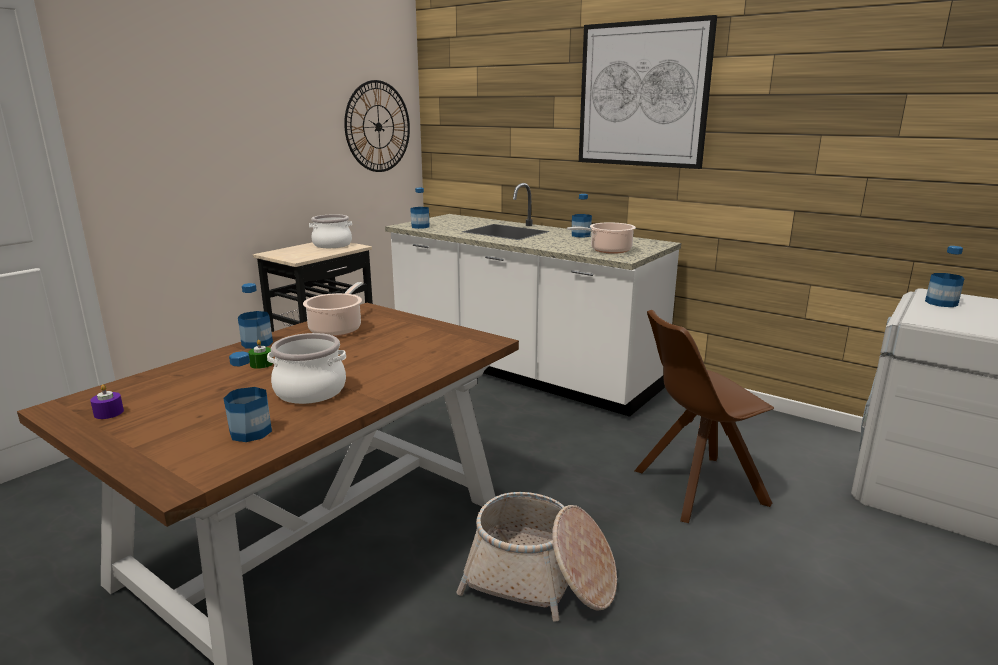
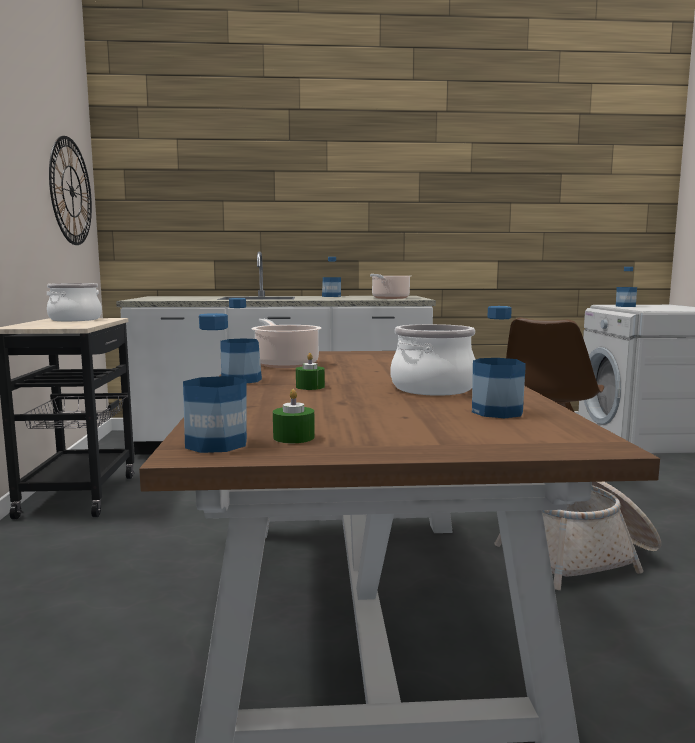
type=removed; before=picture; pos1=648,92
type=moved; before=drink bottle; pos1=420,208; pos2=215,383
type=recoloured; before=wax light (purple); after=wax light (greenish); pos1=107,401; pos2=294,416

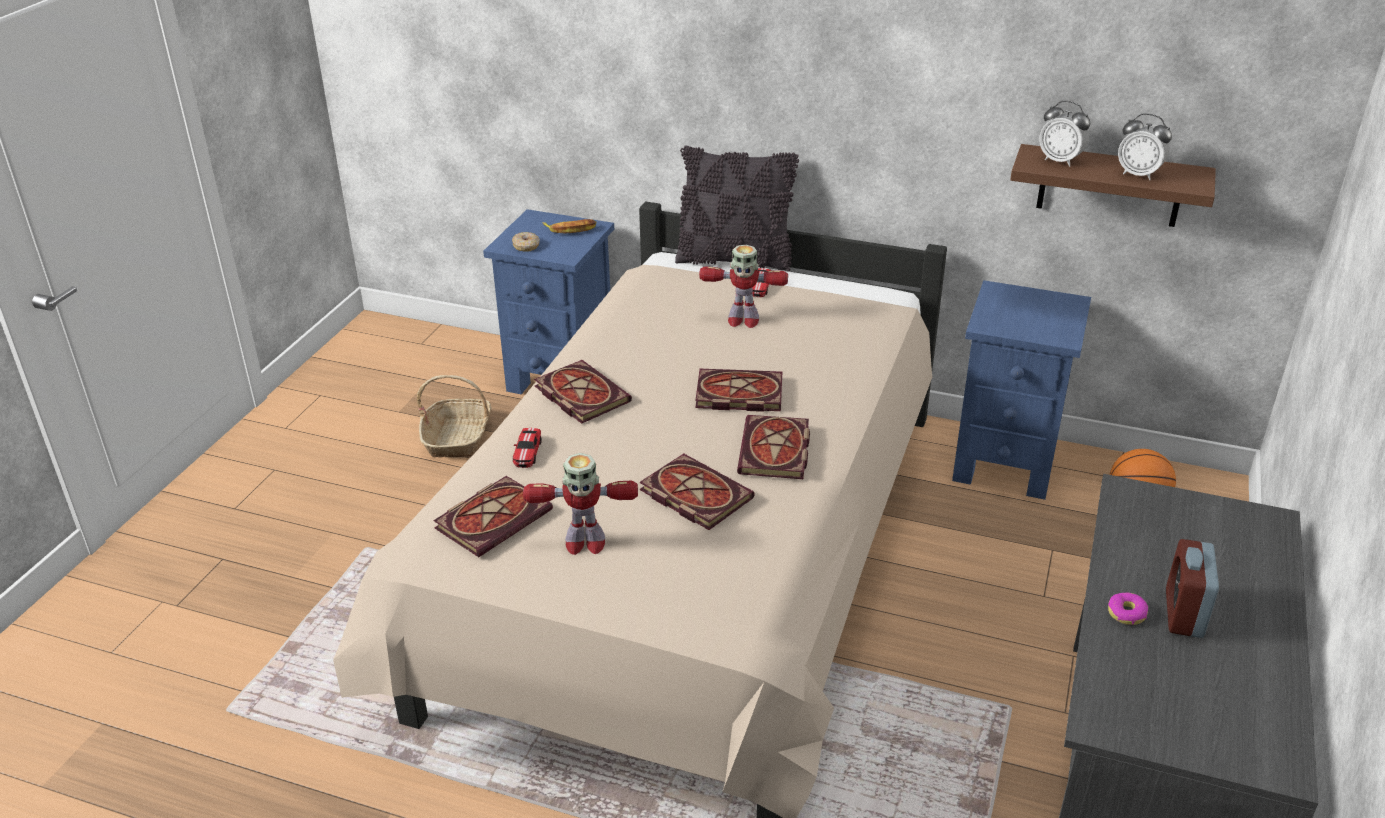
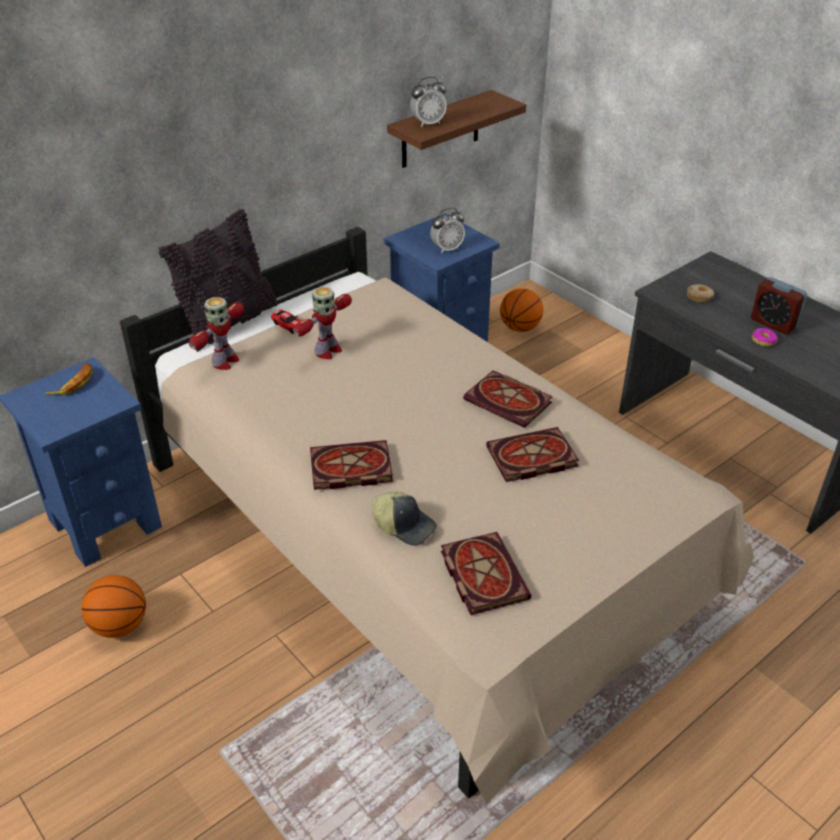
type=moved; before=table clock; pos1=1145,146; pos2=447,231
type=moved; before=ring doughnut; pos1=526,242; pos2=700,293
type=removed; before=bound book; pos1=738,390
type=replaced; before=basket; after=basketball ball; pos1=454,416; pos2=114,606
type=replaced; before=model car; after=peaked cap; pos1=527,448; pos2=404,519
type=moved; before=model robot; pos1=580,504; pos2=216,333

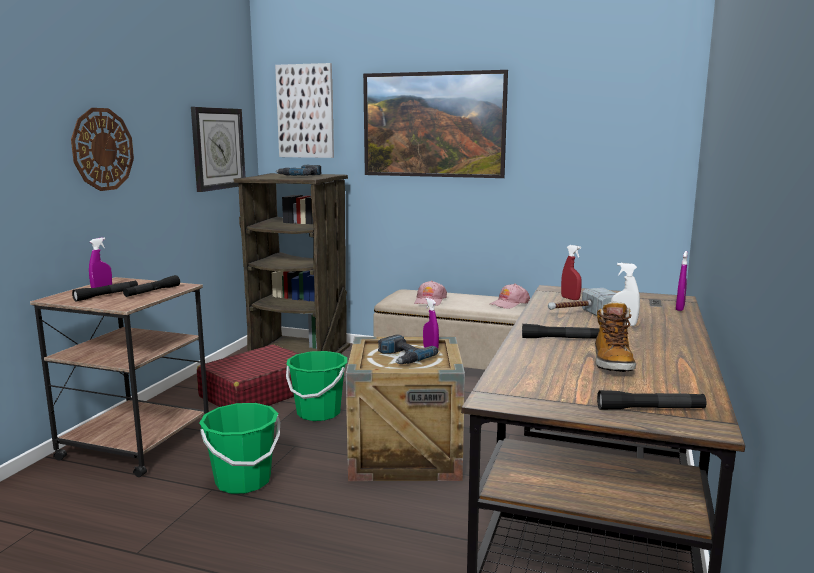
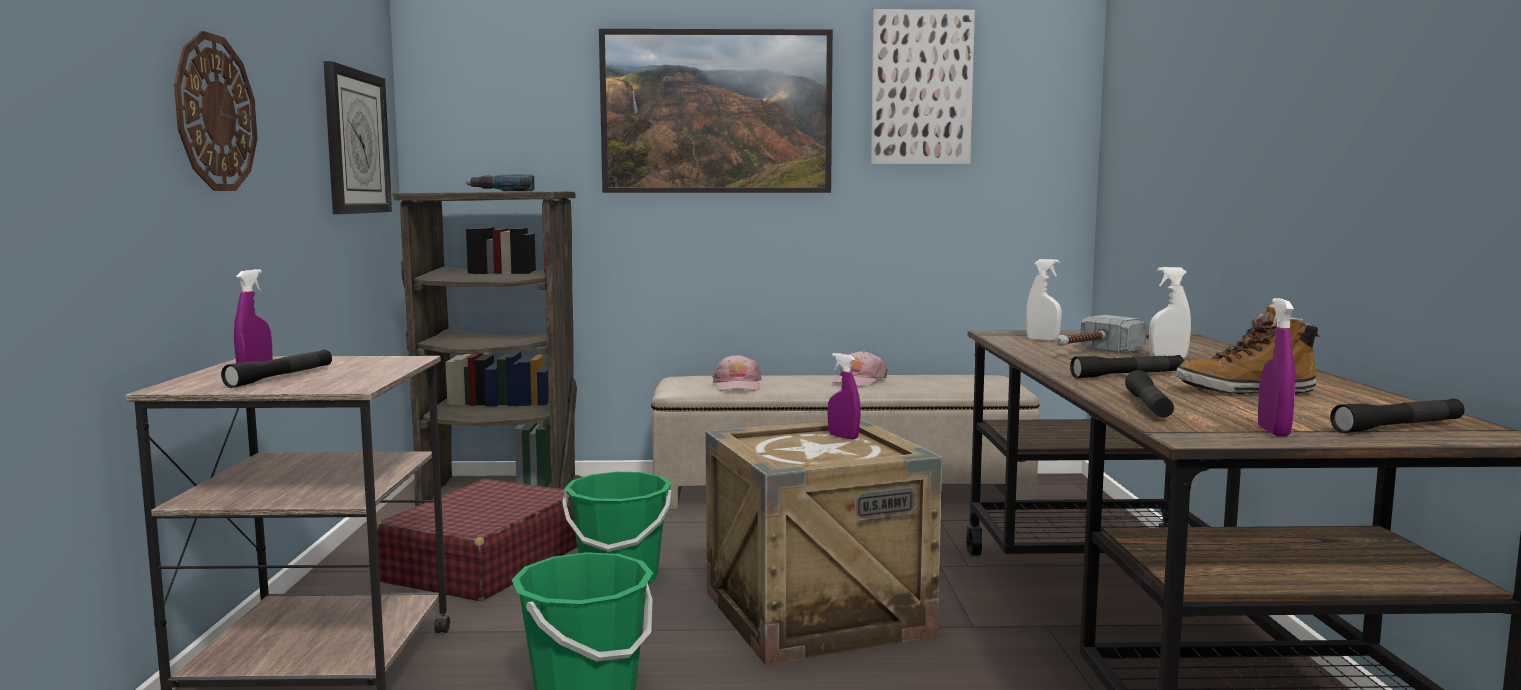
type=moved; before=picture; pos1=304,110; pos2=923,86
type=recoloured; before=sprayer (red-coloured); after=sprayer (whitish); pos1=571,272; pos2=1044,300
type=moved; before=sprayer (purple); pos1=682,281; pos2=1276,367
type=moved; before=torch (black); pos1=151,286; pos2=1149,394
type=turned; before=boot; pos1=615,336; pos2=1248,348; turn=105
type=removed; before=electric drill; pos1=408,349

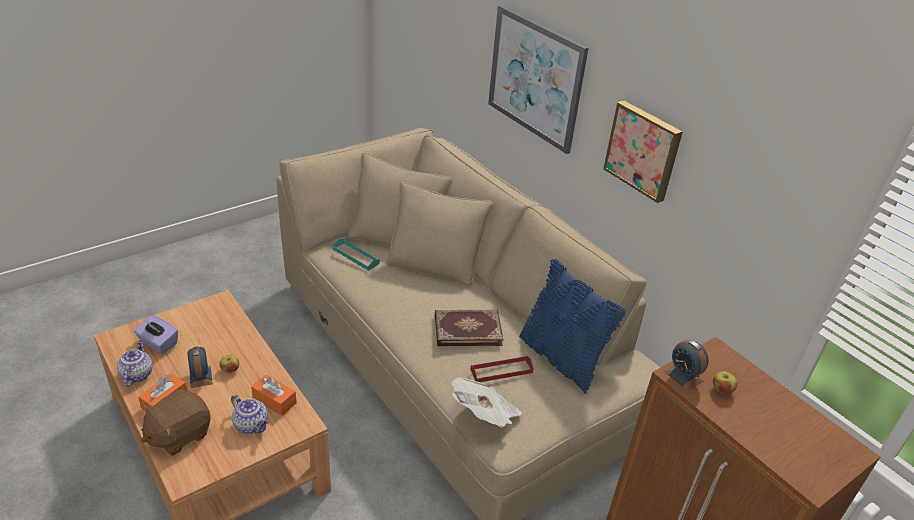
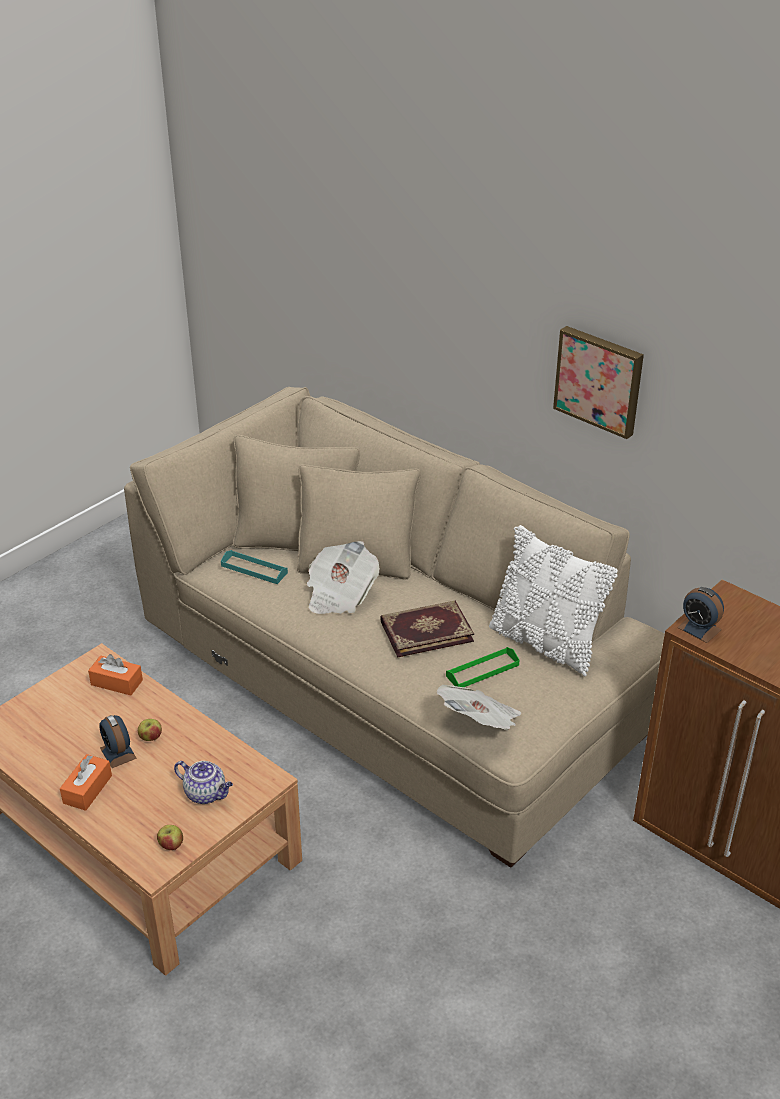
type=removed; before=picture; pos1=538,79
type=recoloured; before=throw pillow (blue); after=throw pillow (whitish); pos1=572,326; pos2=553,600
type=removed; before=tissue holder (purple); pos1=156,334
type=removed; before=teapot; pos1=135,363
type=recoloured; before=serving tray (red-coloured); after=serving tray (greenish); pos1=502,369; pos2=482,667
type=moved; before=apple fruit; pos1=725,383; pos2=170,837
type=moved; before=tissue holder (orange); pos1=274,395; pos2=115,674
type=removed; before=cuddly toy (brown); pos1=176,423
type=added; after=printed paper; pos2=343,577

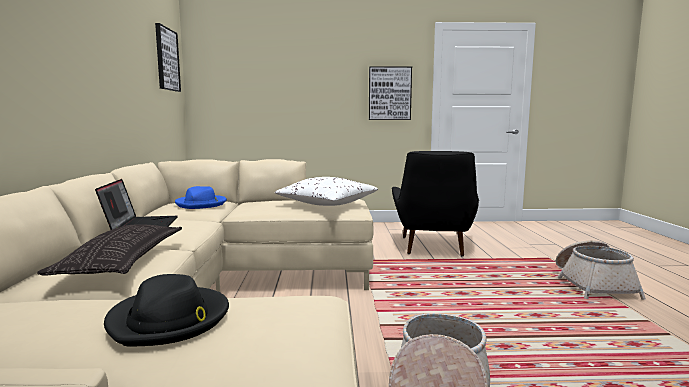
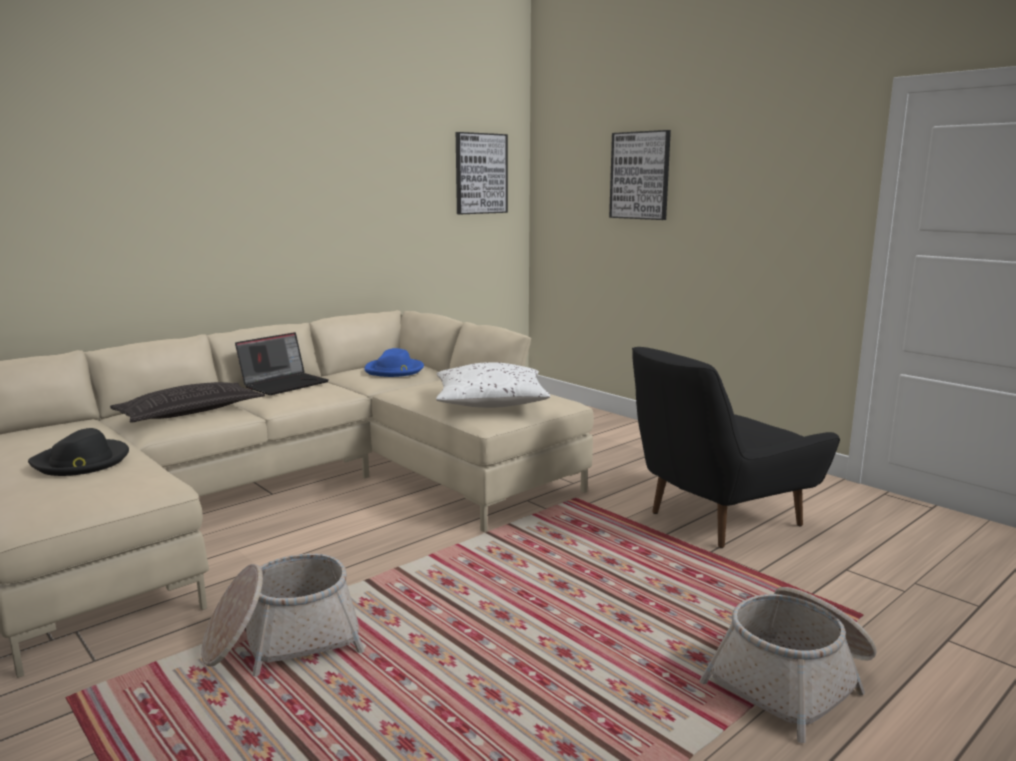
type=moved; before=picture; pos1=390,93; pos2=640,175

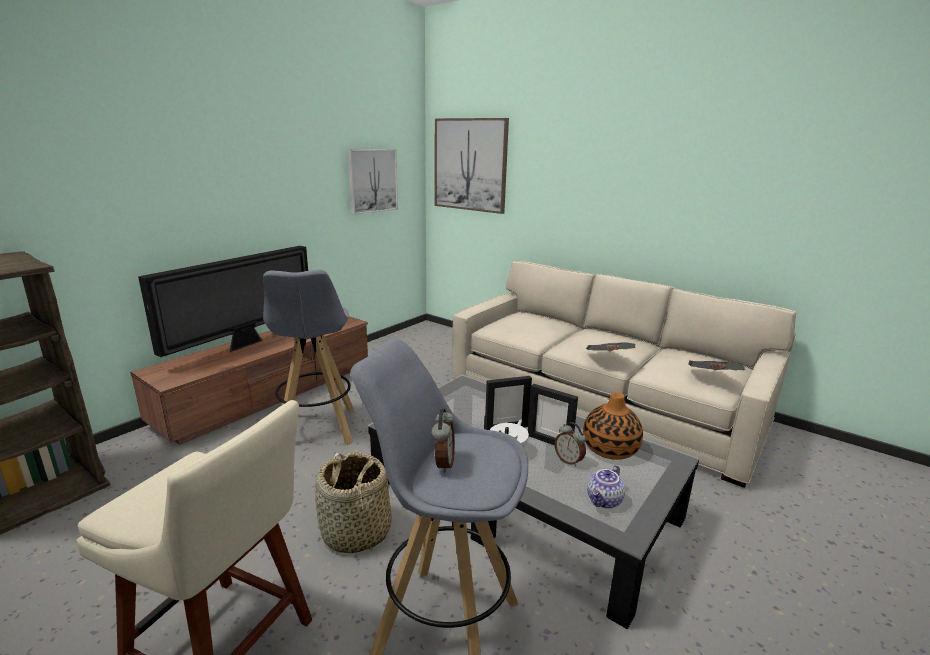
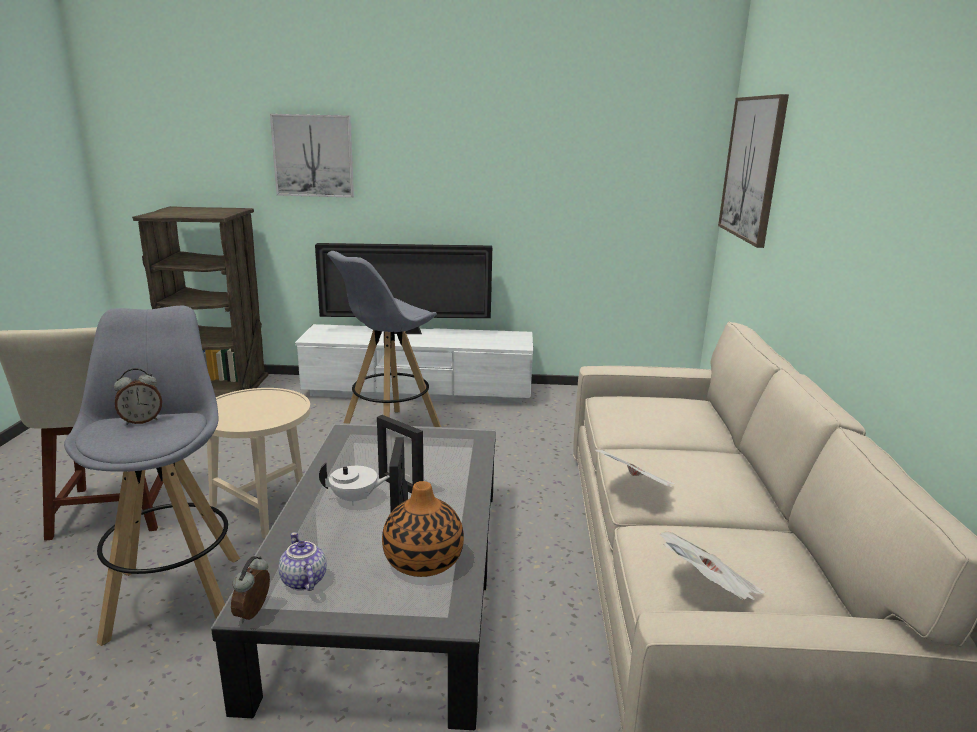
type=moved; before=picture; pos1=373,182; pos2=312,156
type=recoloured; before=media console (brown); after=media console (whitish); pos1=249,380; pos2=414,364
type=moved; before=table clock; pos1=570,444; pos2=250,589
type=replaced; before=basket; after=end table (beige-coloured); pos1=353,502; pos2=259,463
type=turned; before=teapot; pos1=606,487; pos2=303,561; turn=60

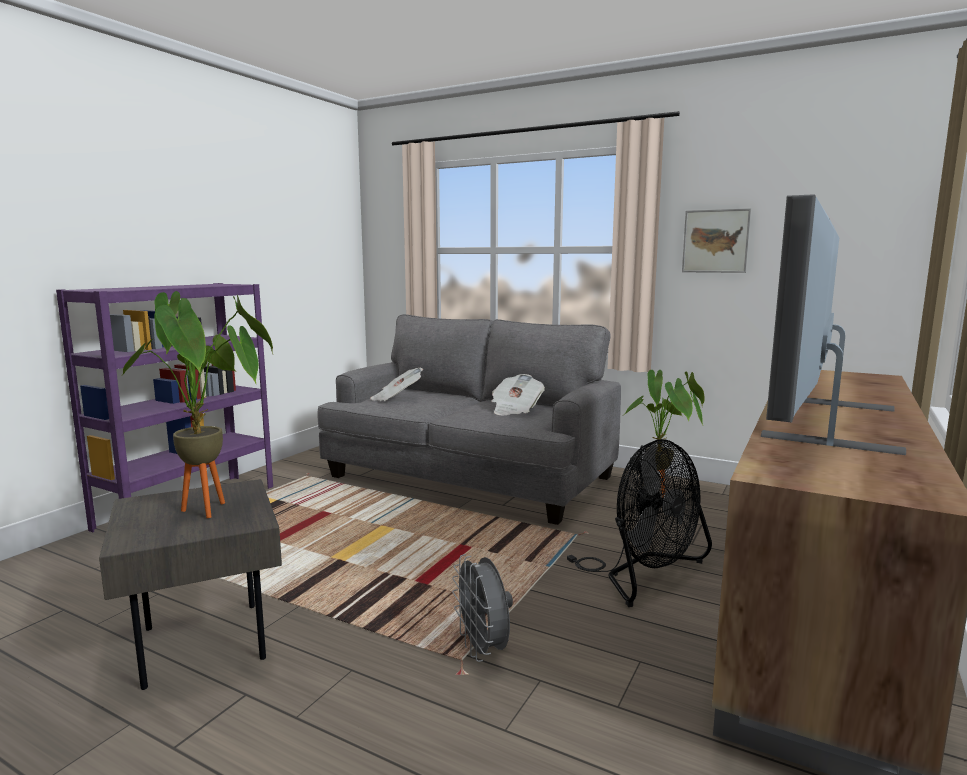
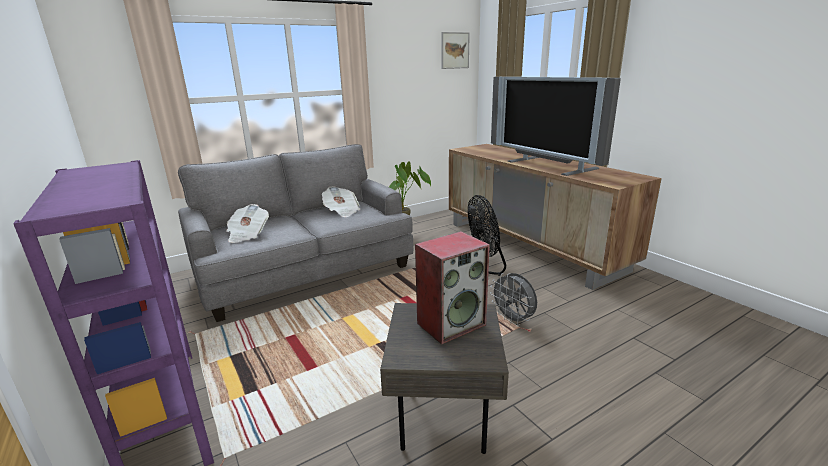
type=moved; before=picture; pos1=716,240; pos2=456,50
type=replaced; before=potted plant; after=audio speaker; pos1=198,404; pos2=452,287
type=turned; before=electric fan (grey); pos1=482,608; pos2=513,299; turn=45

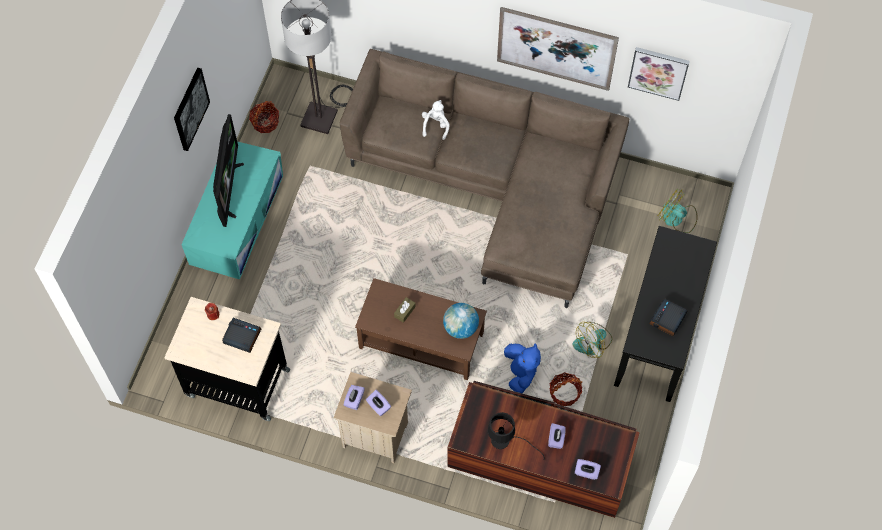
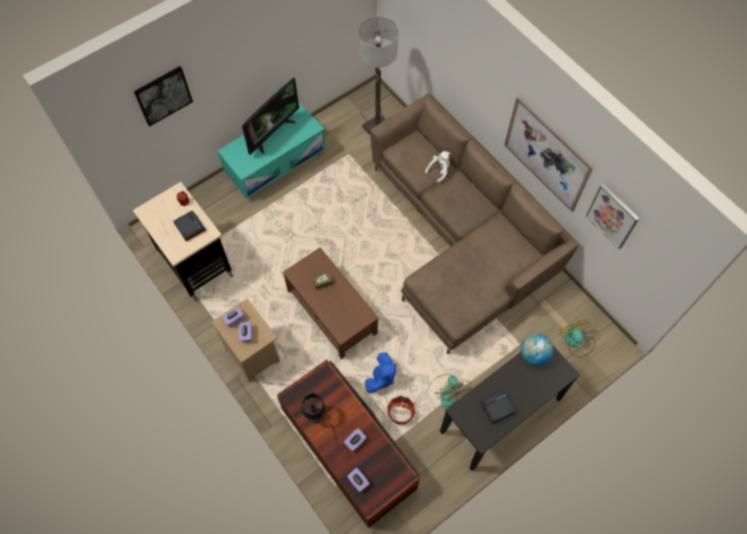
type=moved; before=picture; pos1=192,109; pos2=163,96
type=removed; before=basket; pos1=264,117
type=moved; before=desk globe; pos1=461,321; pos2=537,350
type=turned; before=electric fan; pos1=592,340; pos2=450,390; turn=-105

